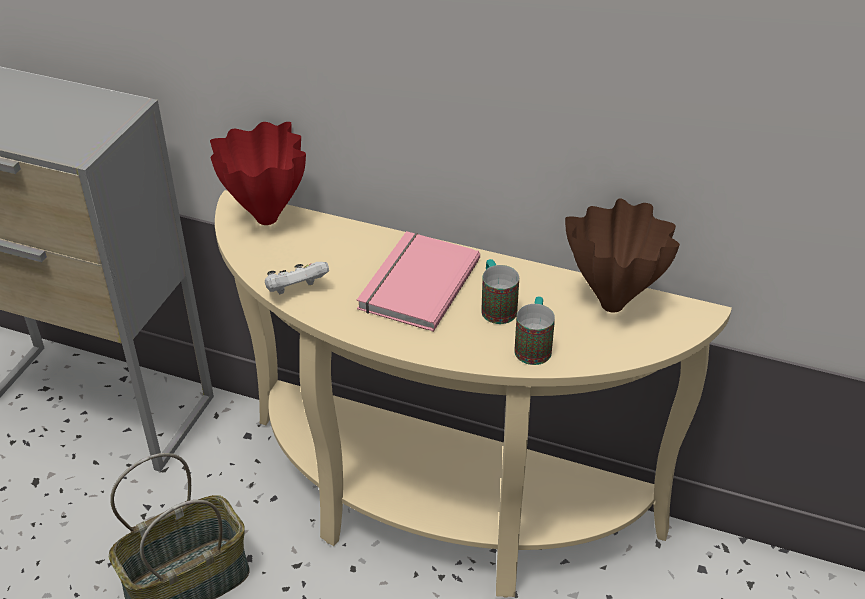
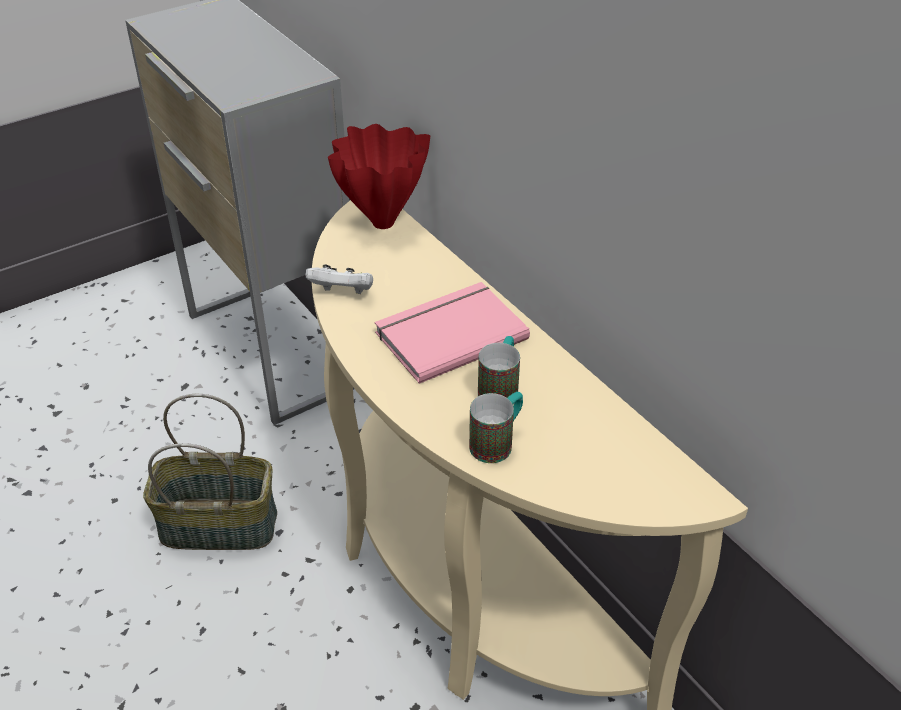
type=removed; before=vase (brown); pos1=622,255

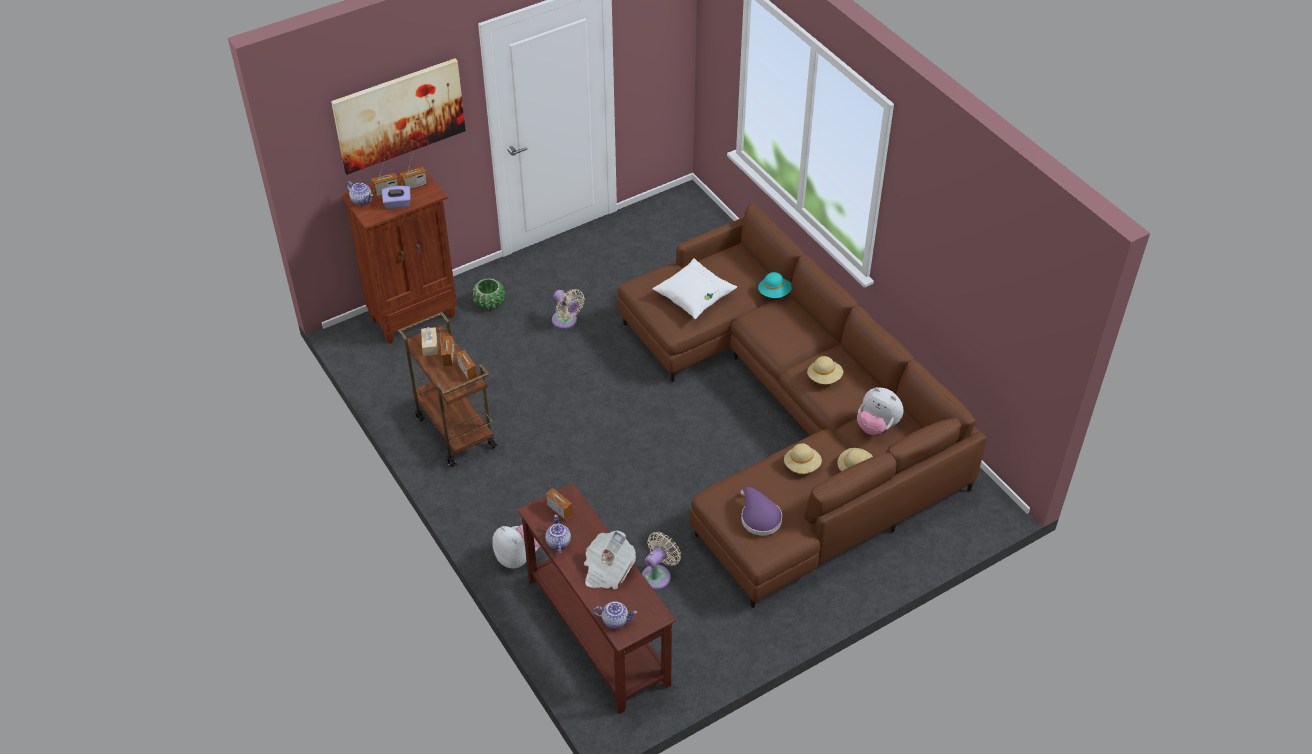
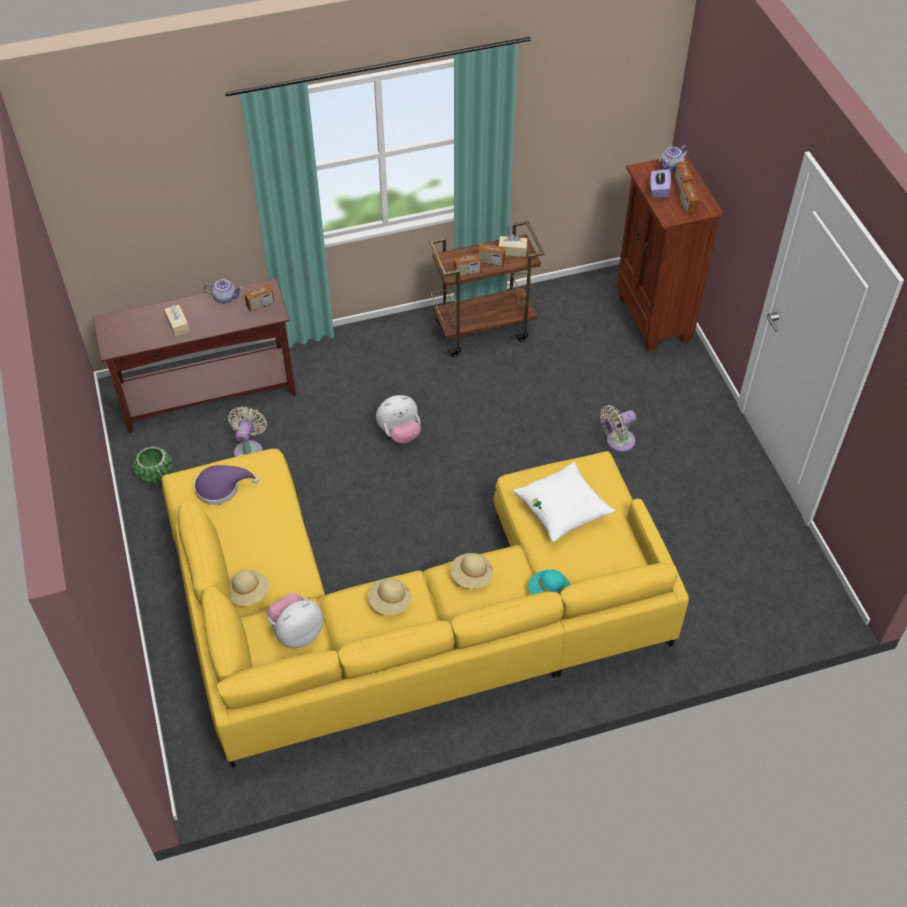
type=removed; before=picture; pos1=398,116
type=recoloured; before=couch (brown); after=couch (yellow); pos1=802,406; pos2=425,608
type=moved; before=plant pot (greenish); pos1=488,293; pos2=152,465
type=moved; before=wearable hat (beige-coloured); pos1=803,458; pos2=471,570
type=moved; before=cuddly toy; pos1=516,547; pos2=398,419
type=replaced; before=printed paper; after=tissue holder (beige-coloured); pos1=610,560; pos2=177,321
type=turned; before=electric fan (beige-coloured); pos1=661,561; pos2=247,431; turn=-135
type=removed; before=teapot; pos1=615,615

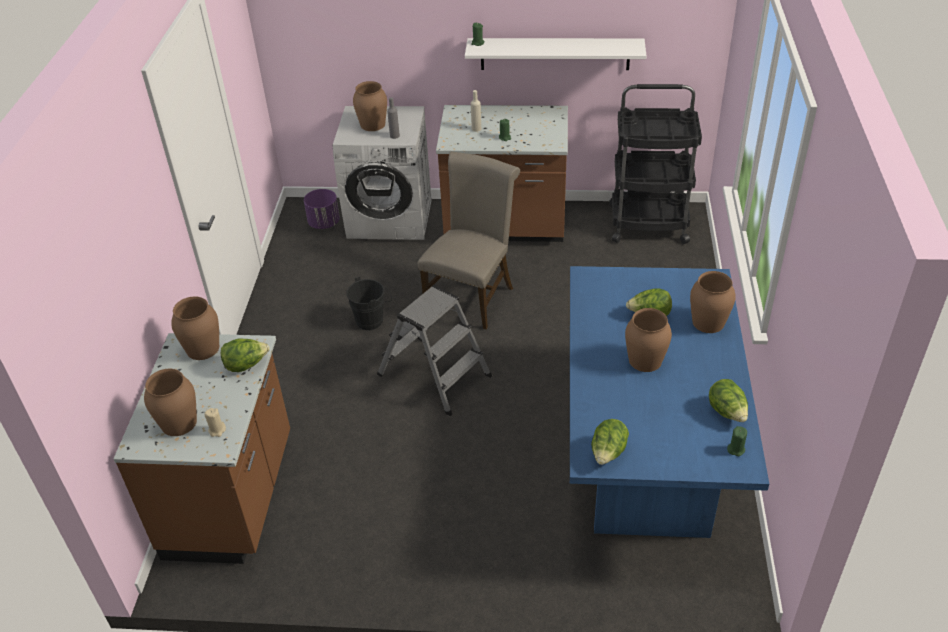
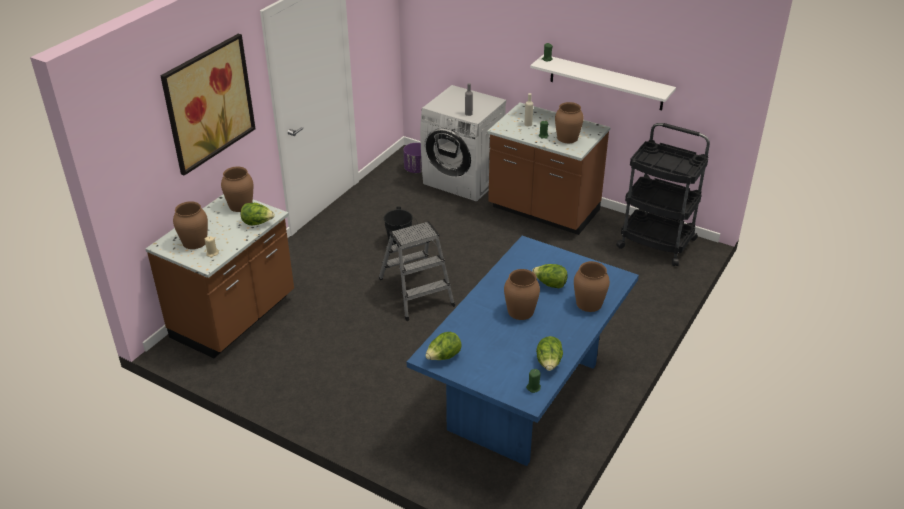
type=moved; before=vase (brown); pos1=370,106; pos2=569,122
type=removed; before=plain chair (beige-coloured); pos1=469,240
type=added; after=picture; pos2=208,105

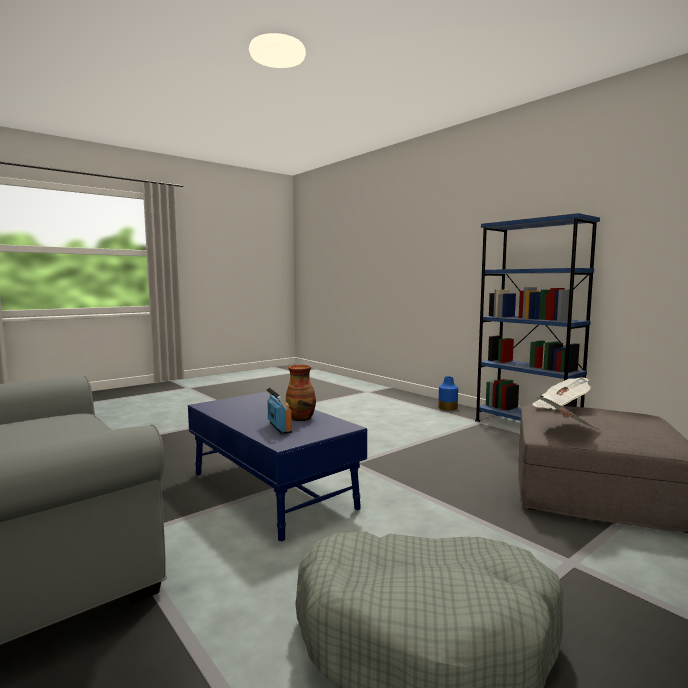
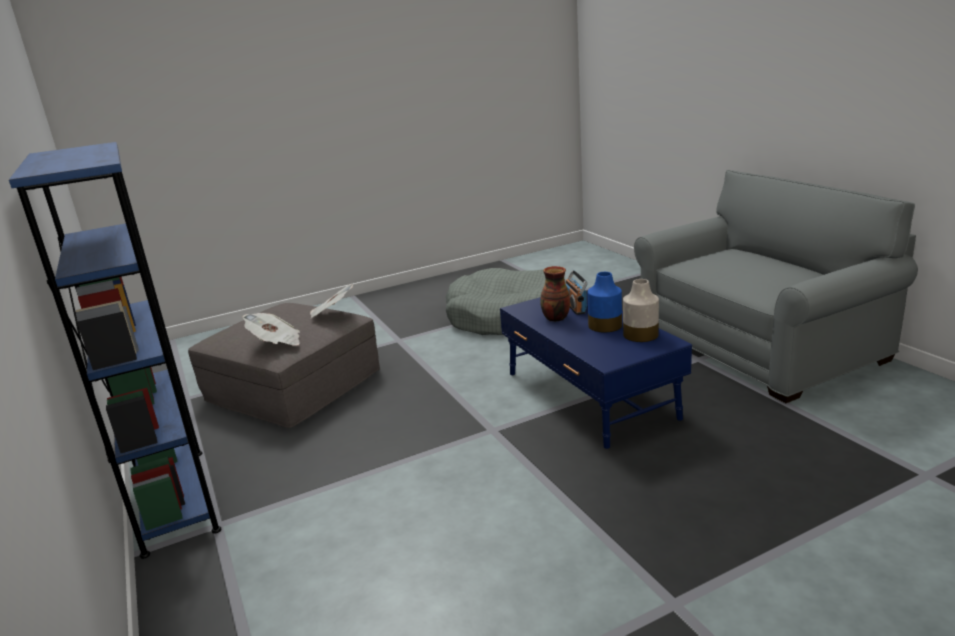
type=moved; before=vase (blue); pos1=448,393; pos2=605,302
type=added; after=vase (beige-coloured); pos2=641,310

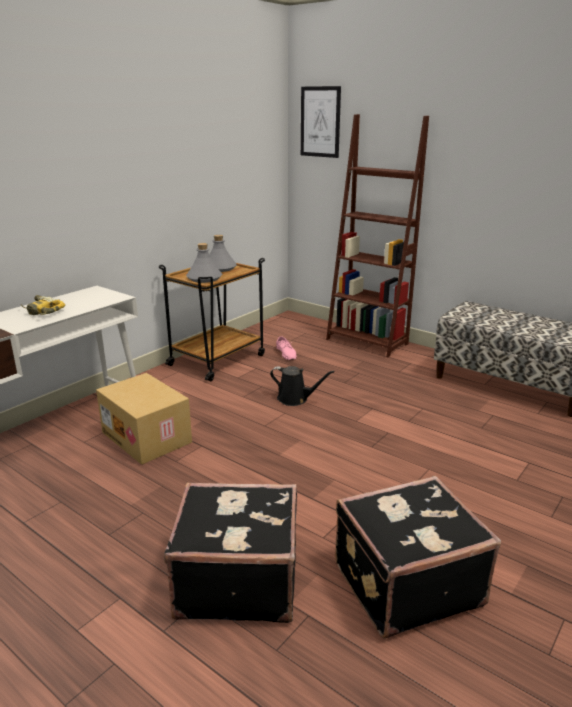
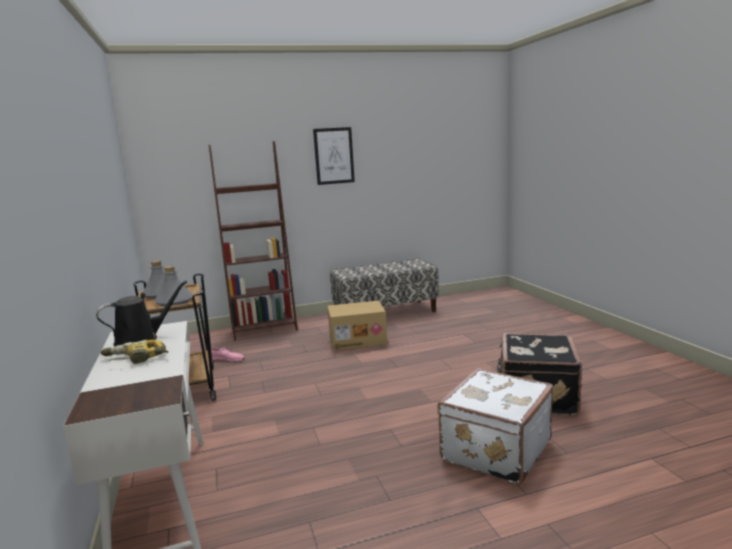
type=moved; before=picture; pos1=321,122; pos2=334,156
type=moved; before=watering can (black); pos1=302,386; pos2=141,313
type=moved; before=packing box; pos1=144,419; pos2=357,325
type=recoloured; before=travel case (black); after=travel case (whitish); pos1=230,552; pos2=495,426

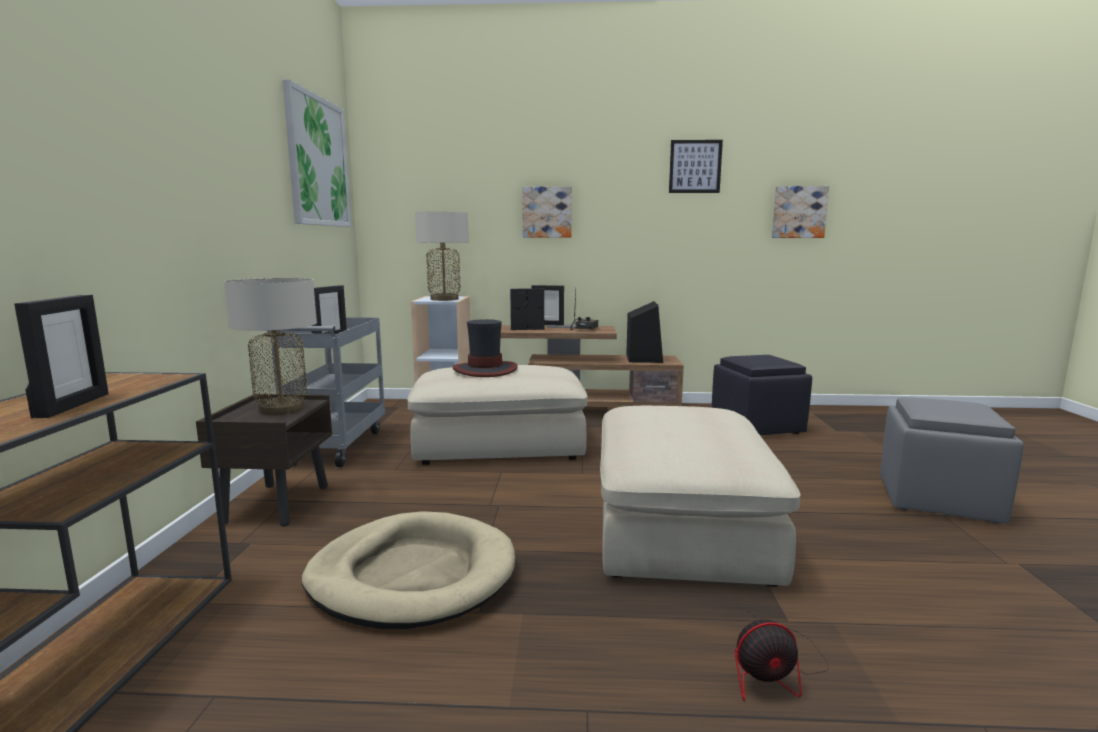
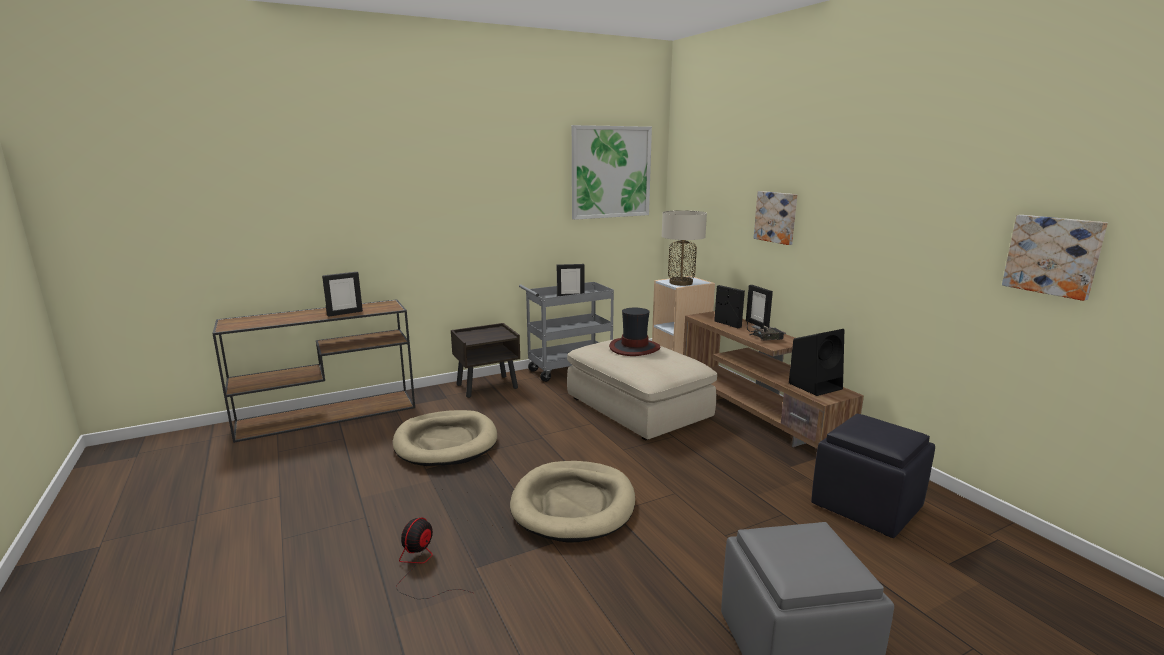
type=removed; before=picture; pos1=696,166
type=removed; before=table lamp; pos1=270,346
type=replaced; before=pouffe (beige-coloured); after=dog cushion (beige-coloured); pos1=700,496; pos2=572,502
type=turned; before=electric fan; pos1=782,652; pos2=434,558; turn=60

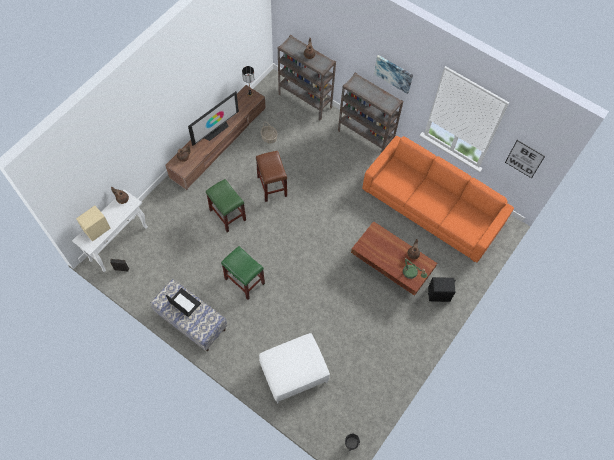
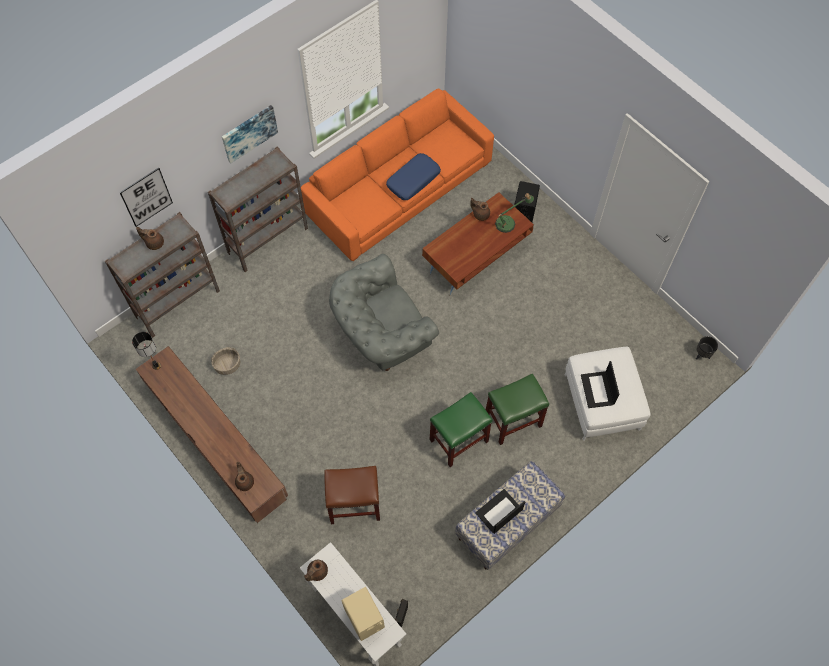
type=removed; before=TV; pos1=213,118
type=moved; before=picture; pos1=525,159; pos2=146,197
type=moved; before=sitting stool (brown); pos1=271,176; pos2=352,495
type=moved; before=sitting stool (greenish); pos1=226,205; pos2=517,409
type=added; after=throw pillow (blue); pos2=413,176
type=added; after=easy chair (grey); pos2=384,312
type=added; after=laptop; pos2=600,384

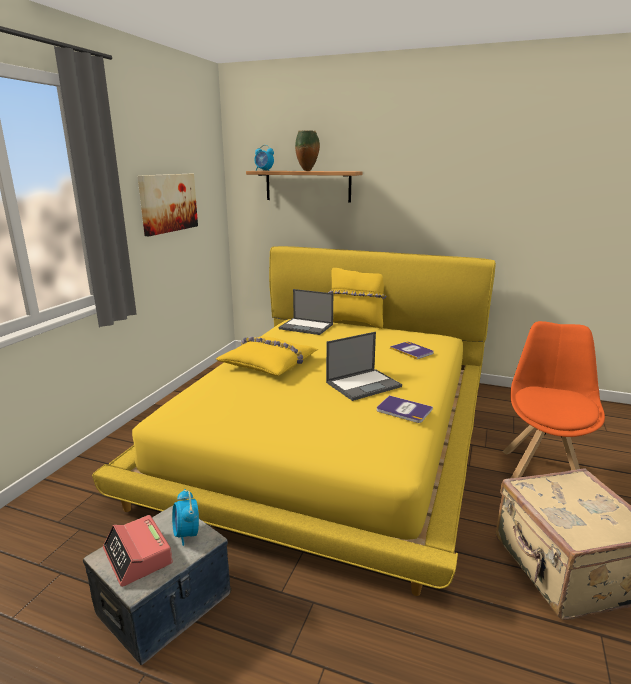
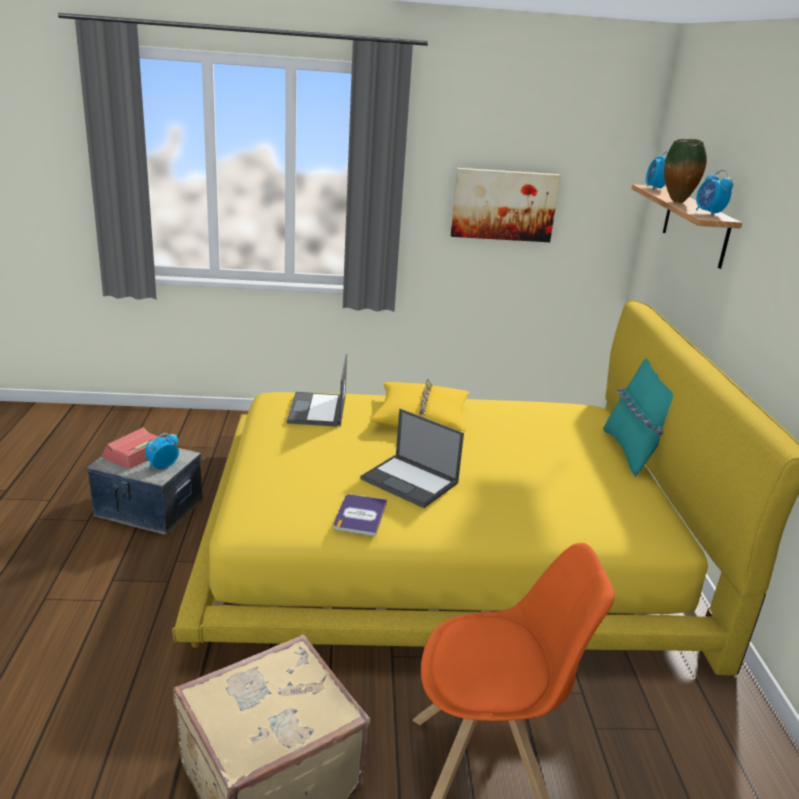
type=recoloured; before=throw pillow (yellow); after=throw pillow (turquoise); pos1=357,298; pos2=638,417
type=moved; before=laptop; pos1=306,312; pos2=317,390
type=removed; before=bound book; pos1=412,350
type=added; after=table clock; pos2=714,193

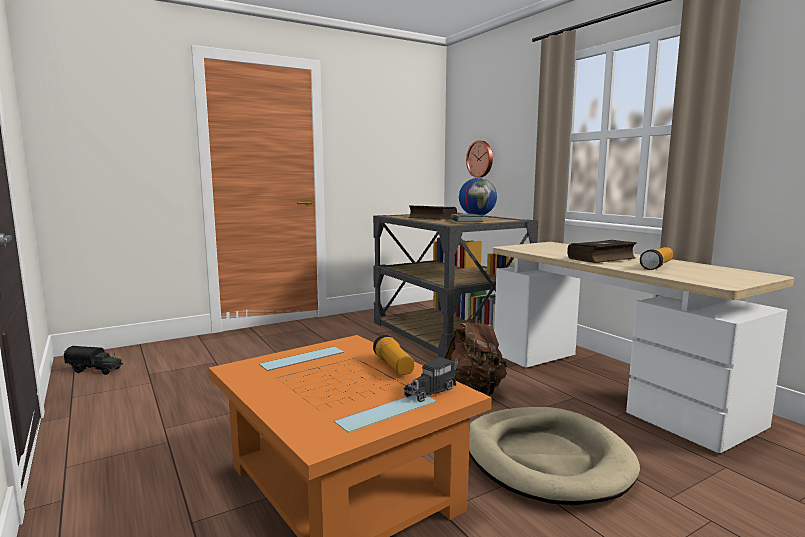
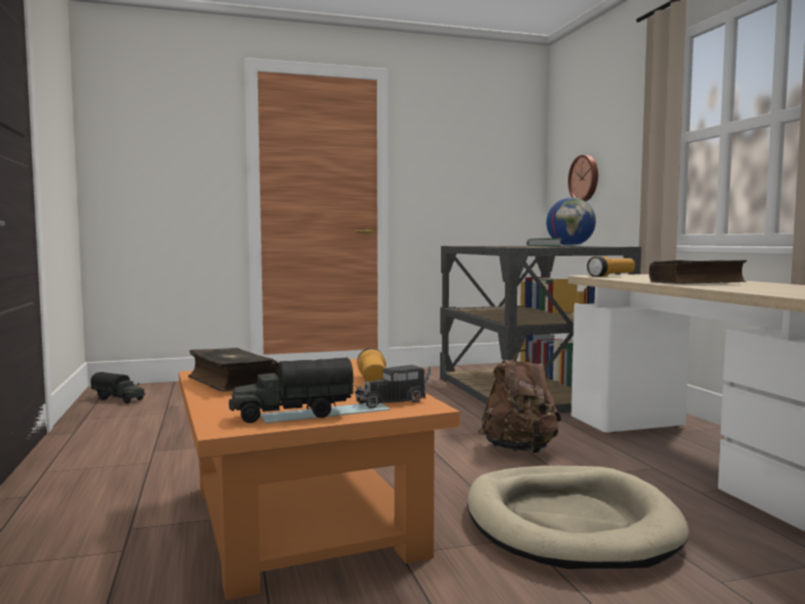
type=moved; before=bound book; pos1=432,212; pos2=233,369
type=moved; before=torch; pos1=656,258; pos2=611,266
type=added; after=model truck; pos2=291,390

